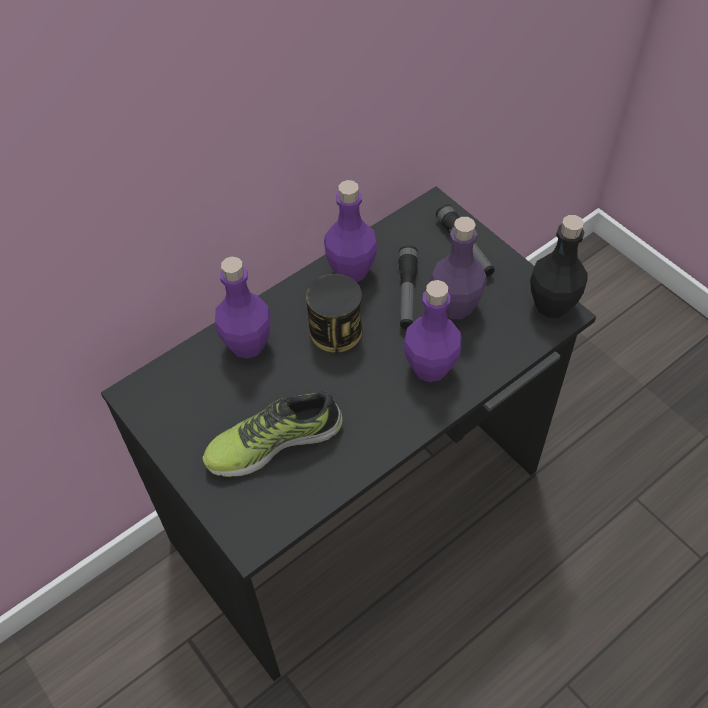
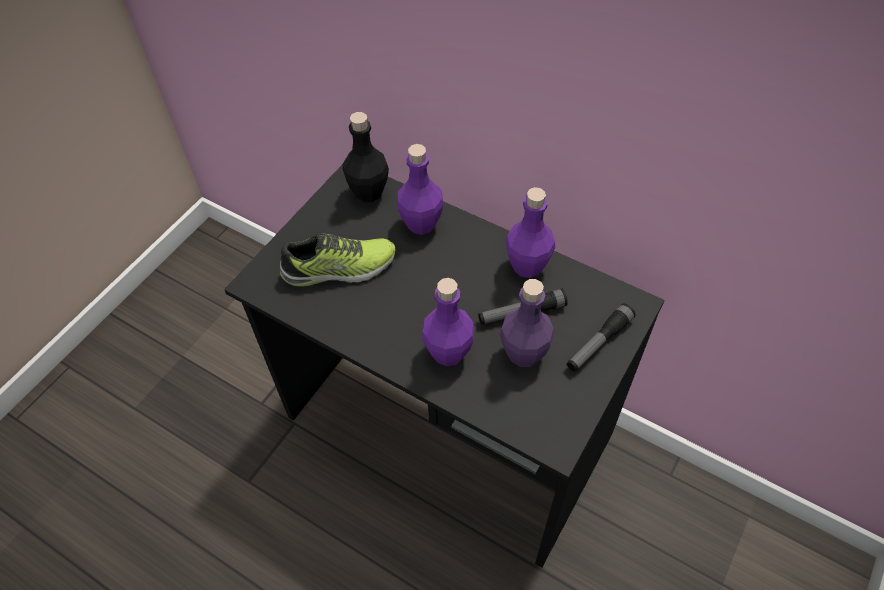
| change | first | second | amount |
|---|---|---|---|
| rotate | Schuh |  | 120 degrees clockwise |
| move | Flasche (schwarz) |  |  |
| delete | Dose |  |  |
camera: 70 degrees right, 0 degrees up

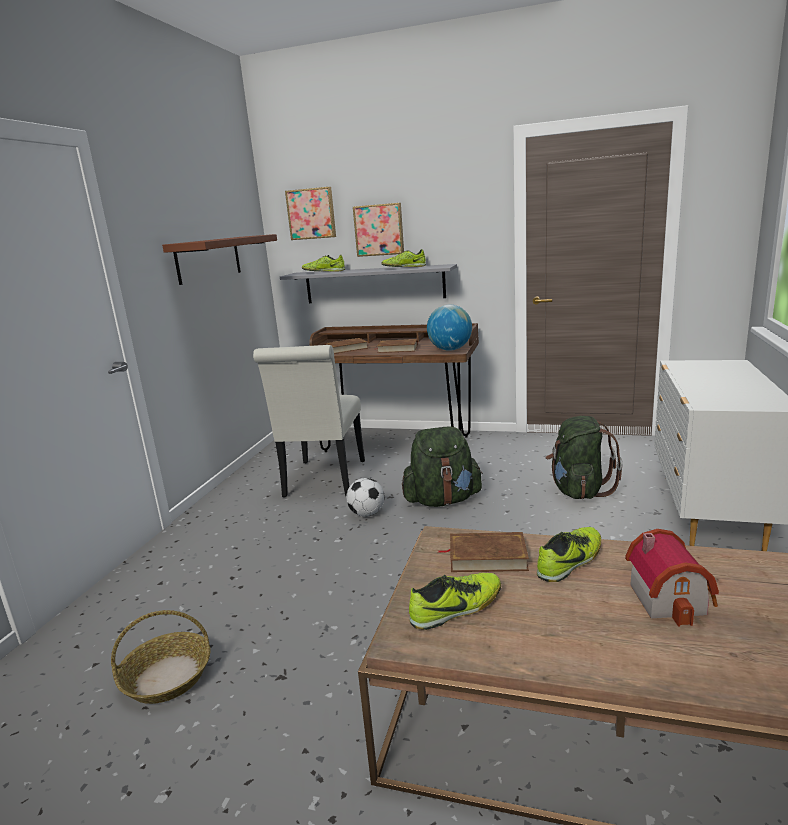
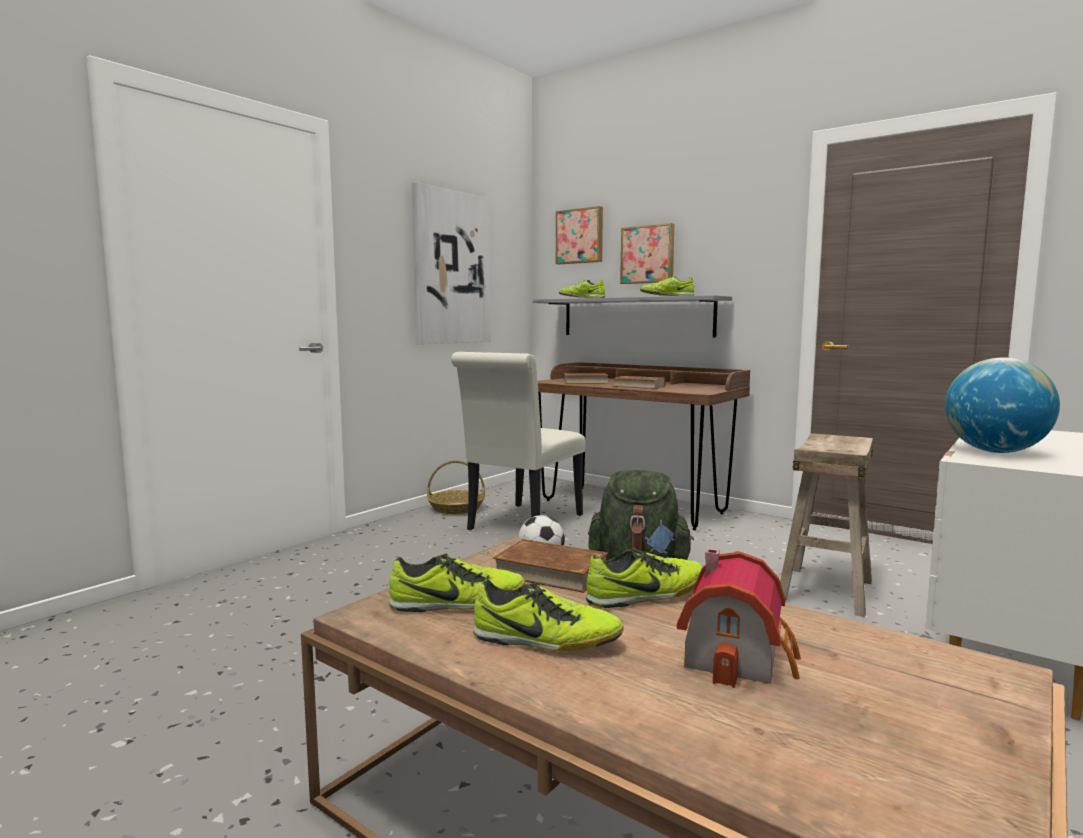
| change | first | second | amount |
|---|---|---|---|
| replace | Wandregal (braun) | Bild (1st from left) |  |
| move | Korb |  |  |
| insert |  | Schuh (2nd from left) |  |
| replace | Rucksack (grün) (2nd from left) | Hocker (beige) |  |
| move | Globus |  |  |
camera: 20 degrees right, 10 degrees down

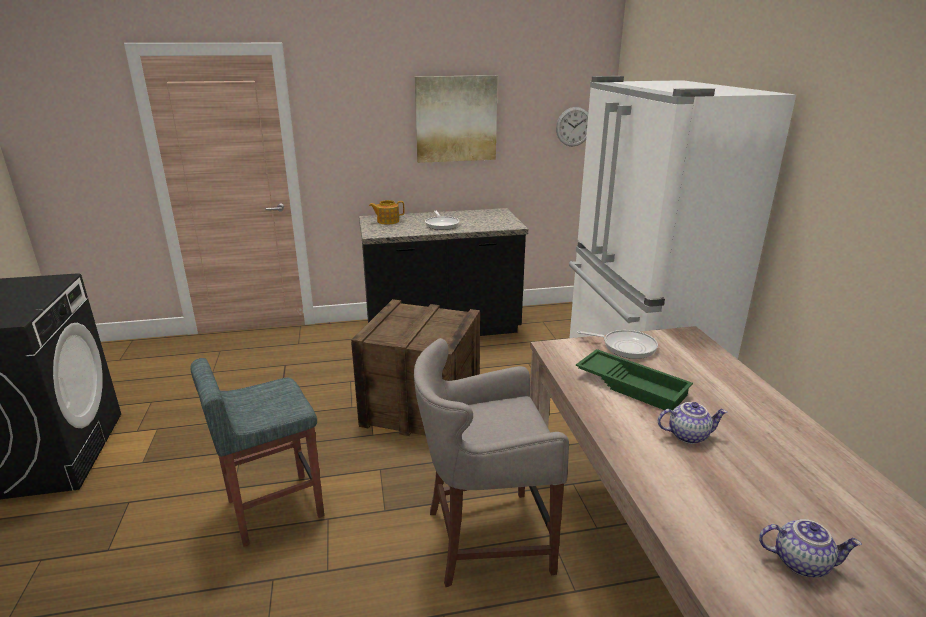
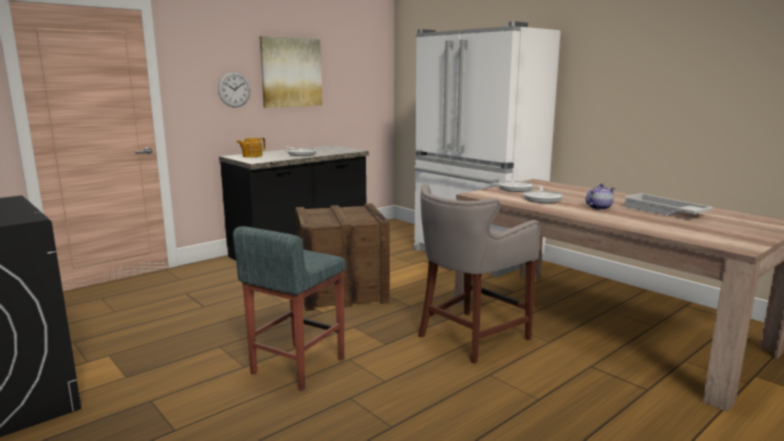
| change | first | second | amount |
|---|---|---|---|
| move | Wanduhr |  |  |
| replace | Tablett (grün) | Pfanne (3rd from left) |  |
| insert |  | Tablett (weiß) |  |
| delete | Teekanne (3rd from left) |  |  |
camera: 30 degrees left, 10 degrees down

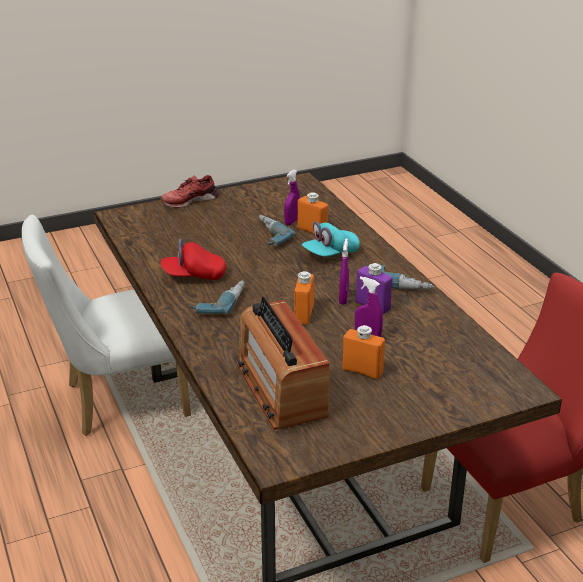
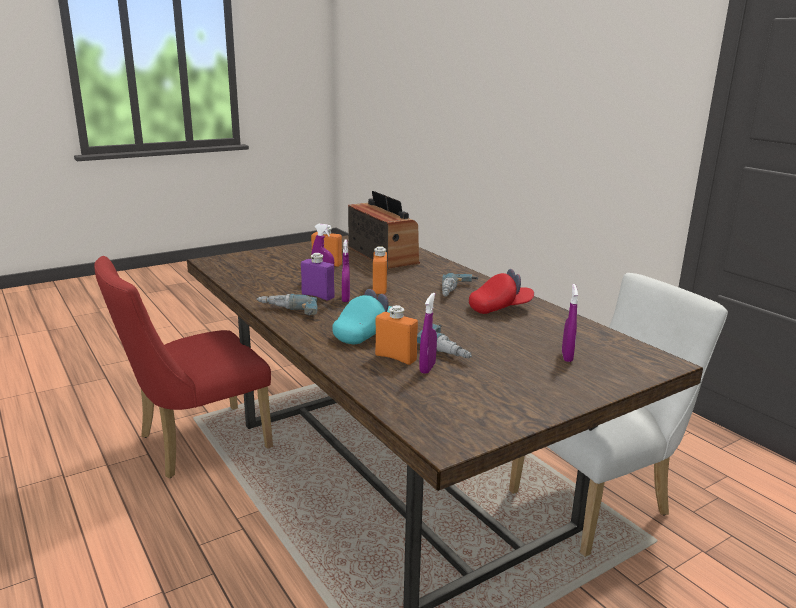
| change | first | second | amount |
|---|---|---|---|
| insert |  | Sprühflasche (lila) (4th from left) |  |
| delete | Schuh (rot) |  |  |
camera: 170 degrees right, 10 degrees down

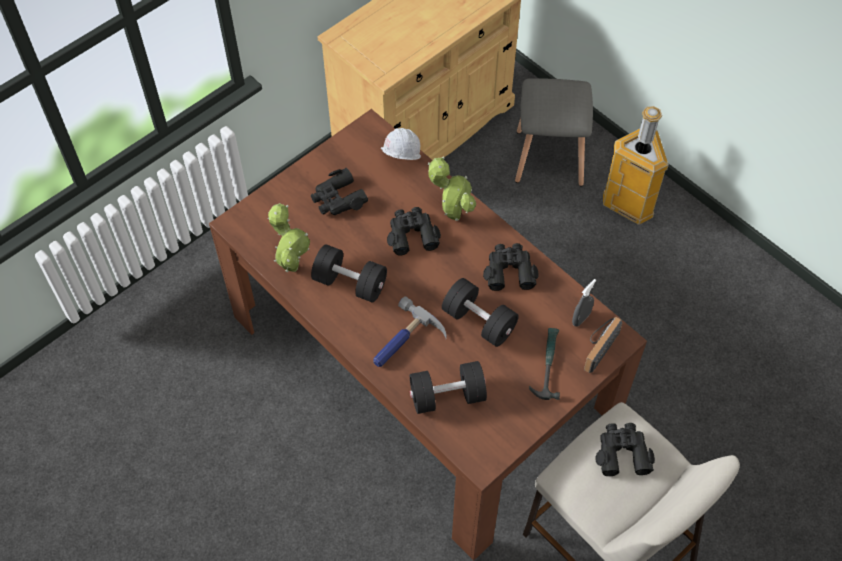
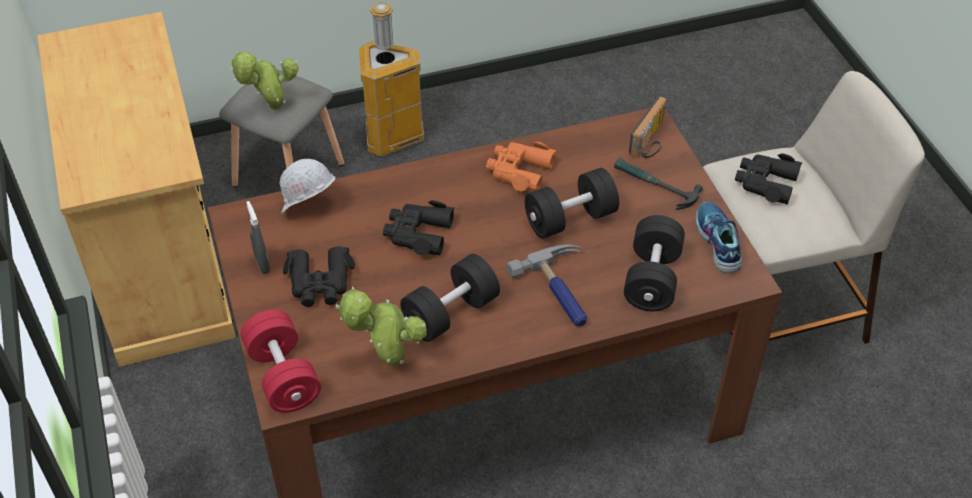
| change | first | second | amount |
|---|---|---|---|
| move | Topfpflanze (2nd from left in the first image) | Topfpflanze (1st from left) |  |
| insert |  | Hantel (rot) |  |
| move | Sprühflasche (grau) |  |  |
| recolor | Fernglas (schwarz) (3rd from left) | Fernglas (orange) |  |
| rotate | Radio |  | 120 degrees counterclockwise |
| insert |  | Schuh |  |
camera: 65 degrees left, 10 degrees down

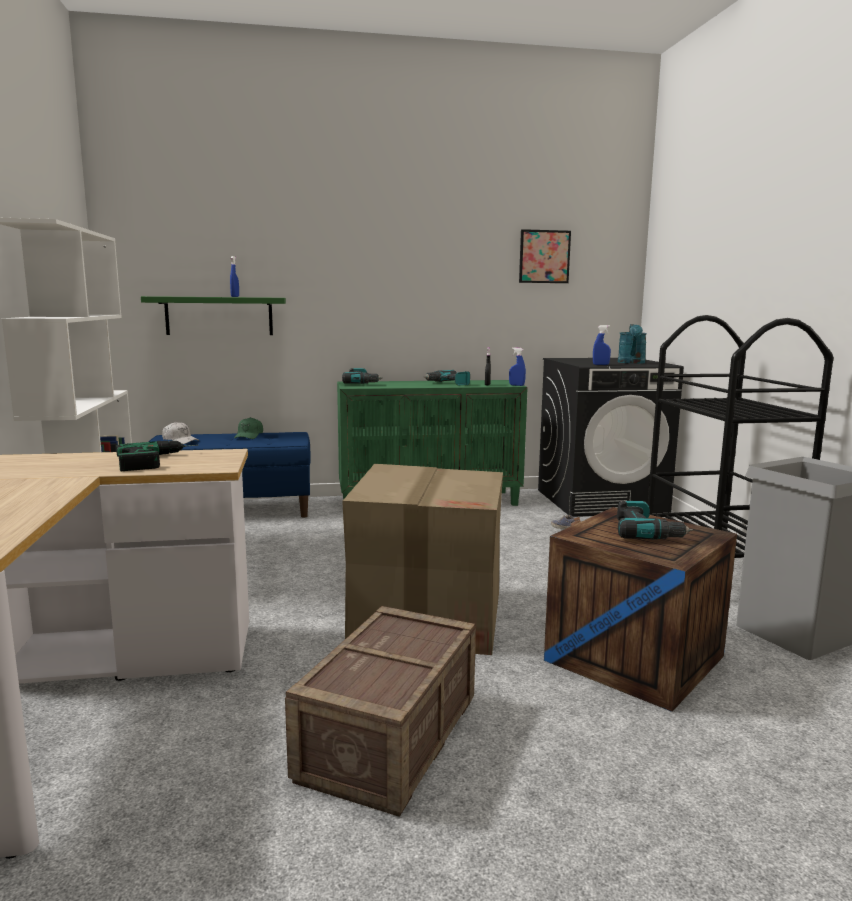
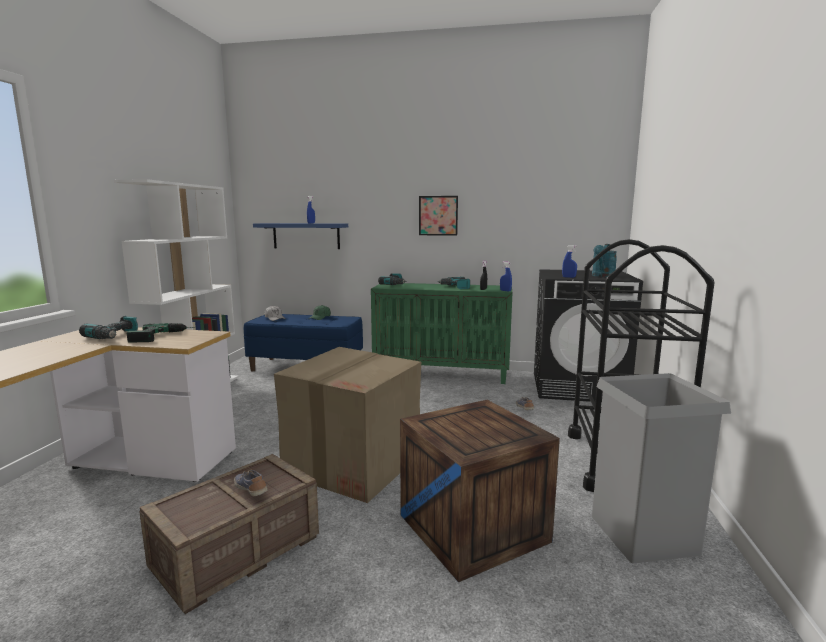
| change | first | second | amount |
|---|---|---|---|
| move | Bohrmaschine (4th from left in the first image) | Bohrmaschine (1st from left) |  |
| insert |  | Schuh (1st from left) |  |
| recolor | Wandregal (grün) | Wandregal (blau) |  |
| move | Bild |  |  |
camera: 20 degrees right, 0 degrees up

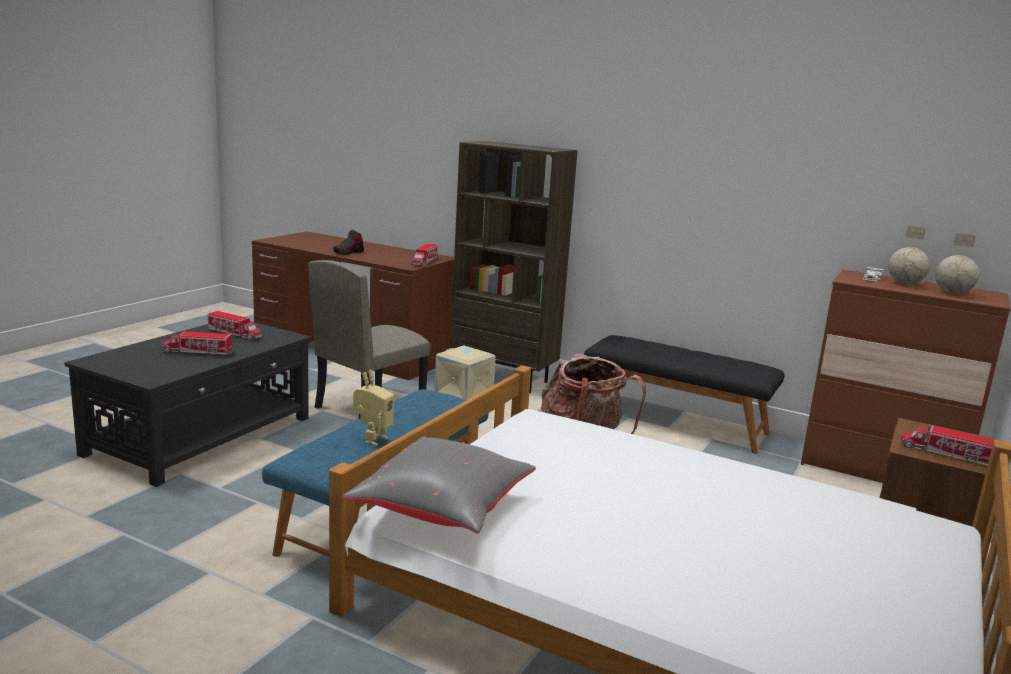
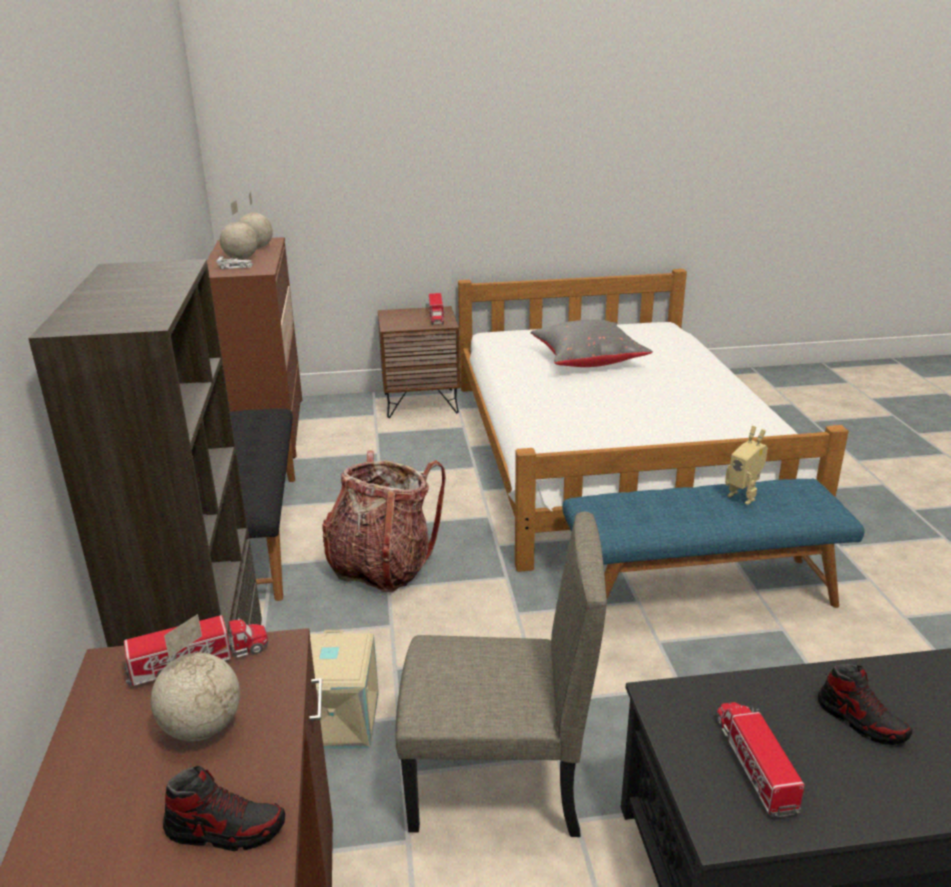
| change | first | second | amount |
|---|---|---|---|
| insert |  | Globus (1st from left) |  |
| move | Kissen (grau) |  |  |
| rotate | Spielzeugroboter |  | 120 degrees counterclockwise |
| replace | Spielzeuglaster (1st from left) | Schuh (2nd from left) |  |
camera: 125 degrees left, 10 degrees up

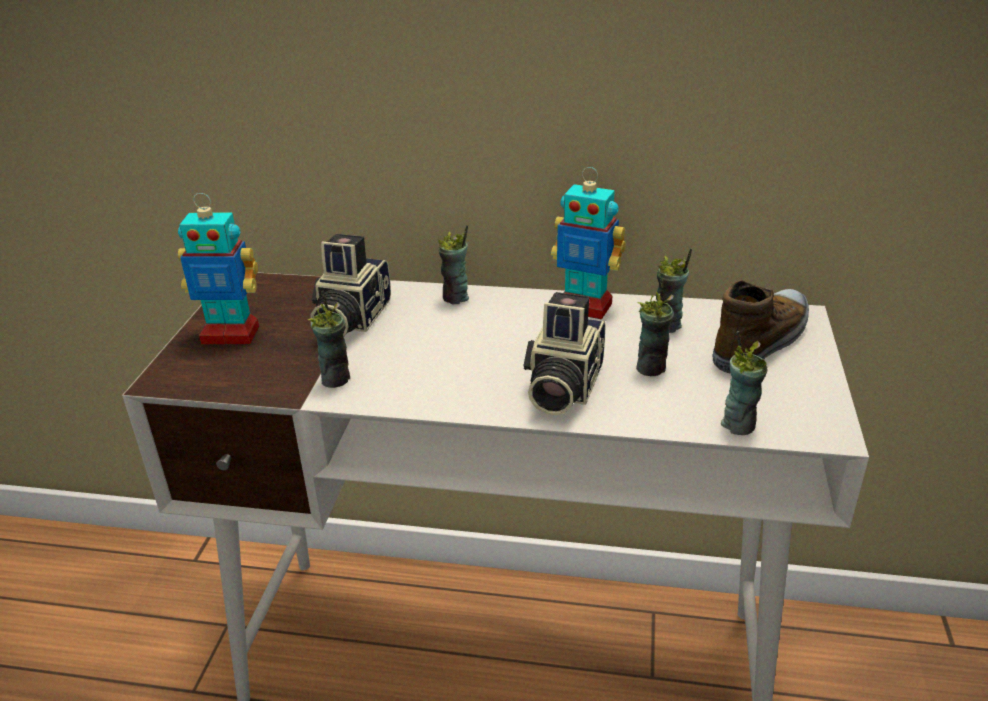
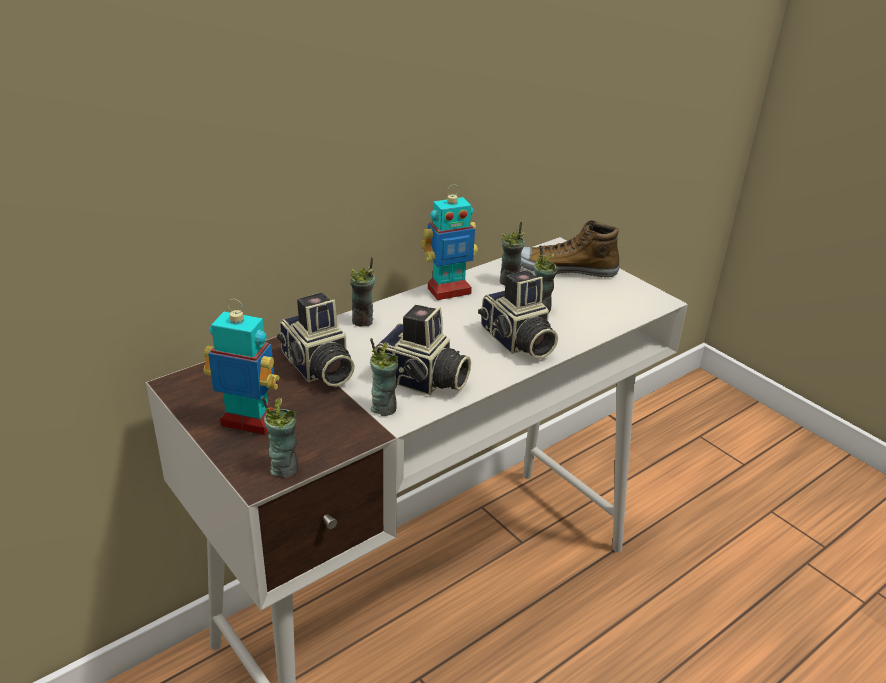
| change | first | second | amount |
|---|---|---|---|
| rotate | Spielzeugroboter (1st from left) |  | 120 degrees counterclockwise |
| move | Tasse (5th from left in the first image) | Tasse (1st from left) |  |
| insert |  | Kamera (2nd from left) |  |
| rotate | Schuh |  | 75 degrees counterclockwise |
camera: 50 degrees left, 0 degrees up

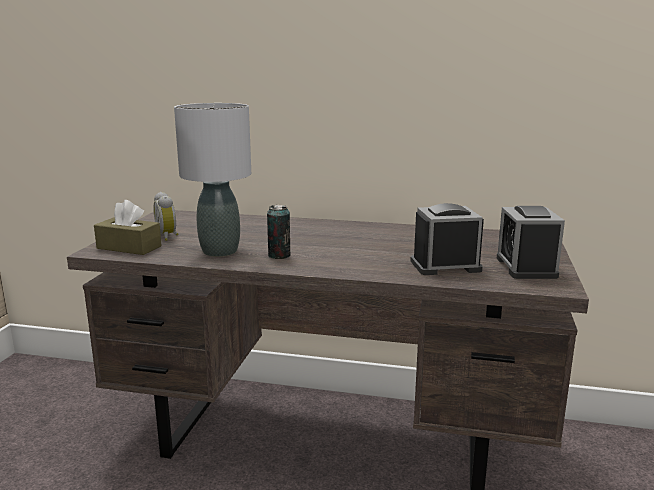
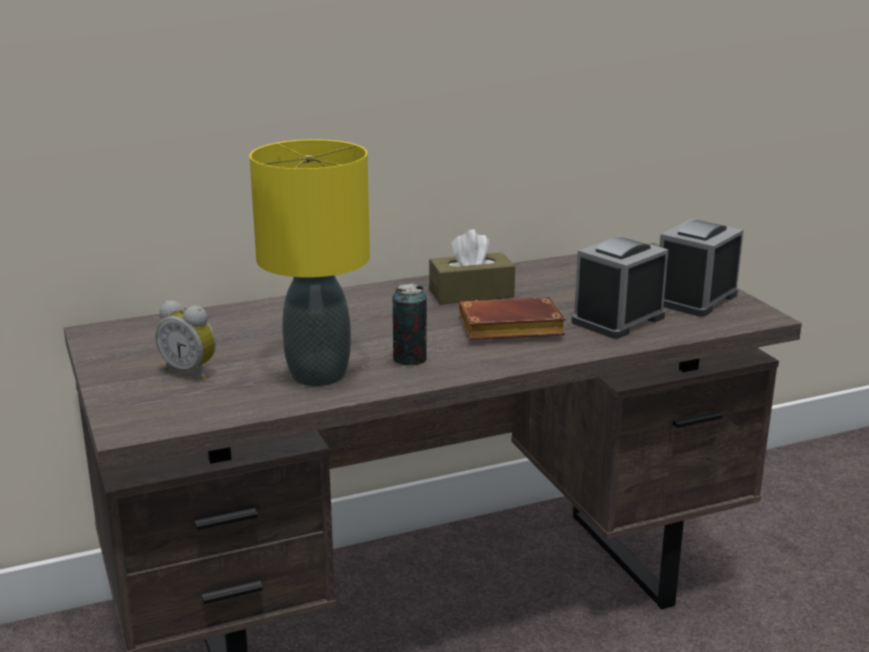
| change | first | second | amount |
|---|---|---|---|
| recolor | Tischlampe (grau) | Tischlampe (gelb) |  |
| move | Taschentuchbox (braun) |  |  |
| insert |  | Buch (braun) |  |
| rotate | Wecker (3rd from left) |  | 75 degrees clockwise |
camera: 35 degrees left, 5 degrees up

